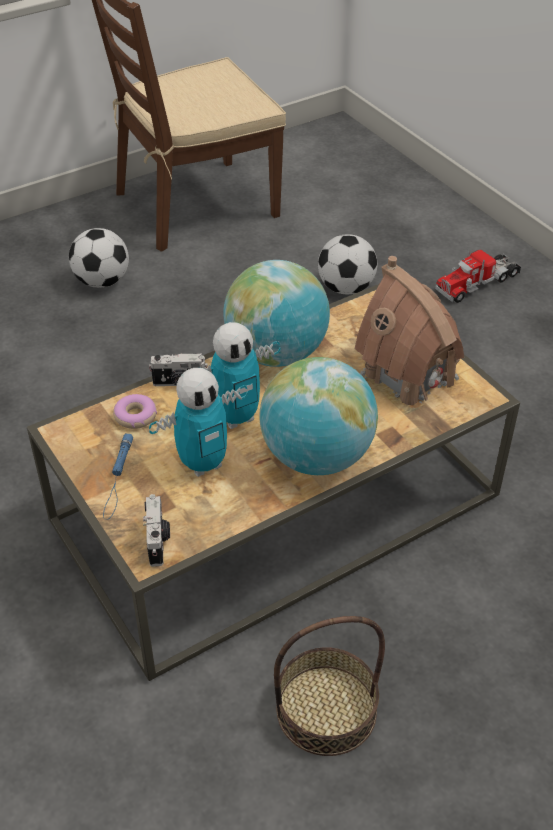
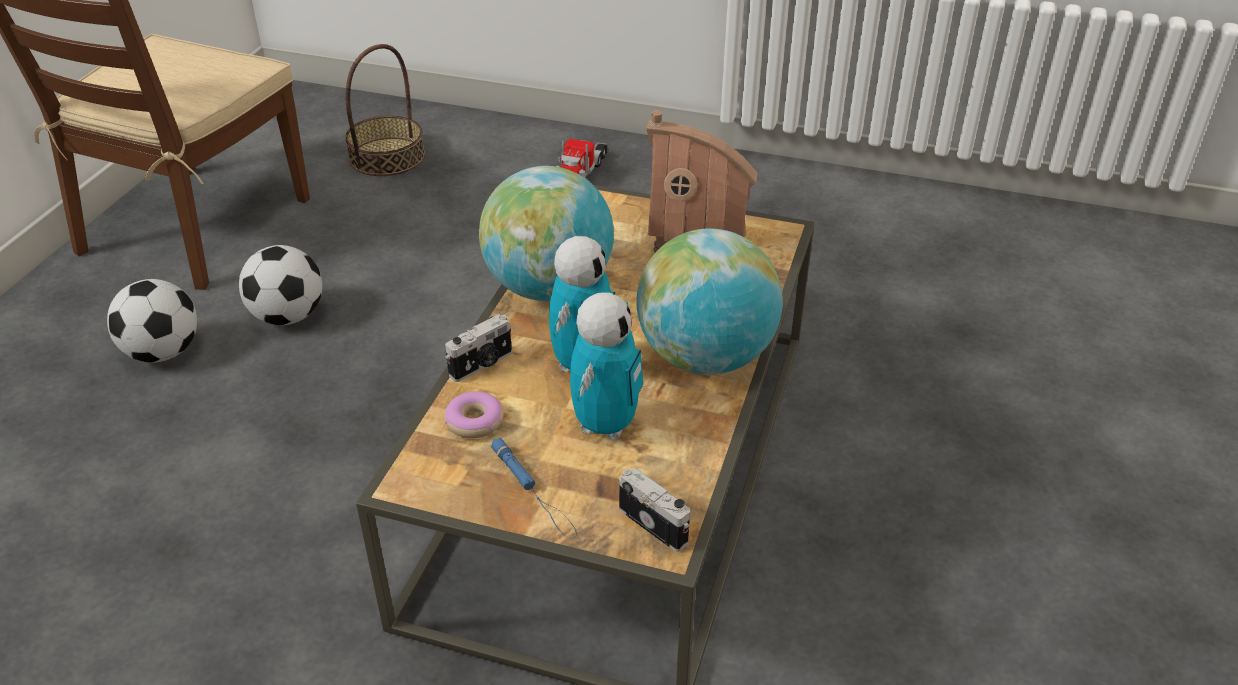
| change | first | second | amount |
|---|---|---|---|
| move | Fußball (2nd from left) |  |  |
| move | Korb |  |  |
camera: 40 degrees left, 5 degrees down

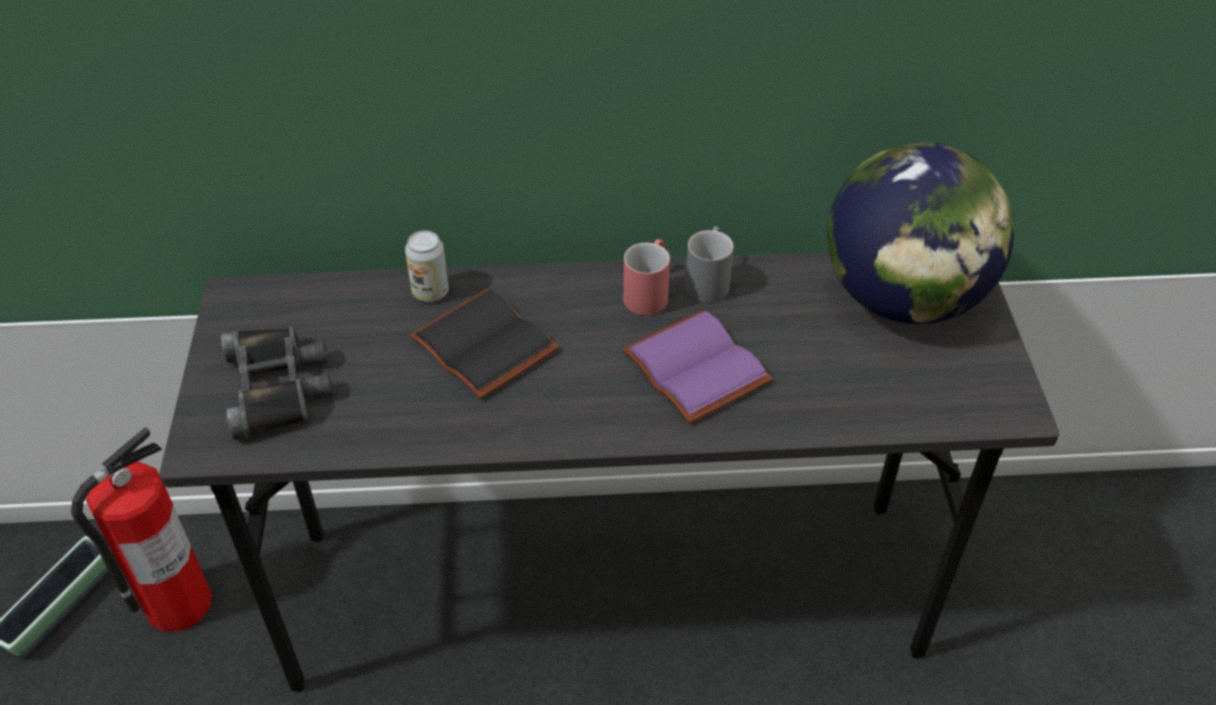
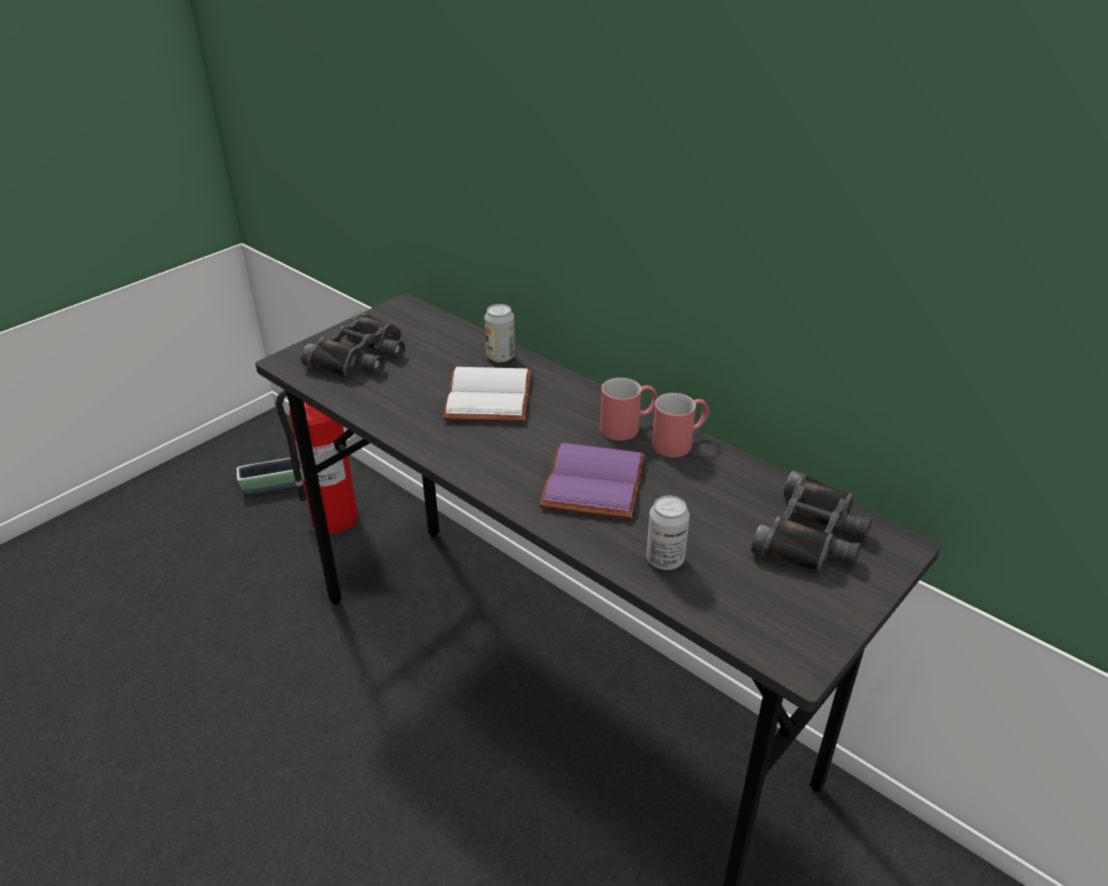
| change | first | second | amount |
|---|---|---|---|
| recolor | Buch (schwarz) | Buch (weiß) |  |
| insert |  | Dose (2nd from left) |  |
| recolor | Henkelbecher (grau) | Henkelbecher (rot) (2nd from left) |  |
| replace | Globus | Fernglas (schwarz) (2nd from left) |  |
camera: 45 degrees right, 10 degrees down

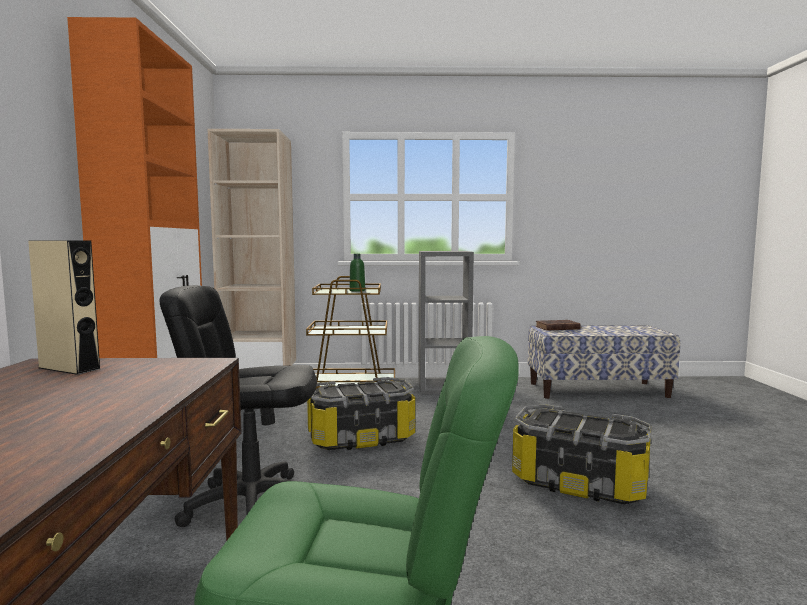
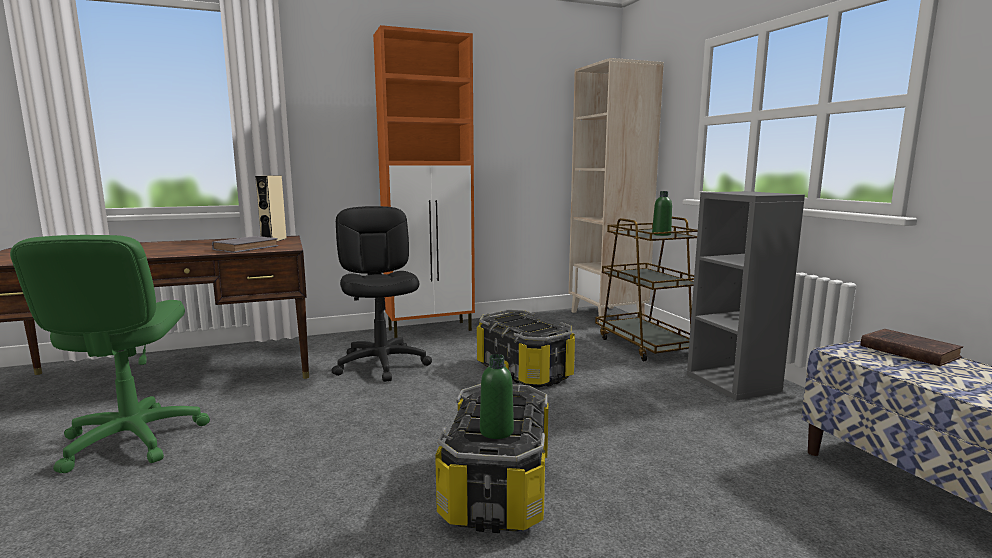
| change | first | second | amount |
|---|---|---|---|
| insert |  | Buch (grau) |  |
| insert |  | Flasche (grün) (1st from left) |  |
camera: 70 degrees right, 5 degrees up

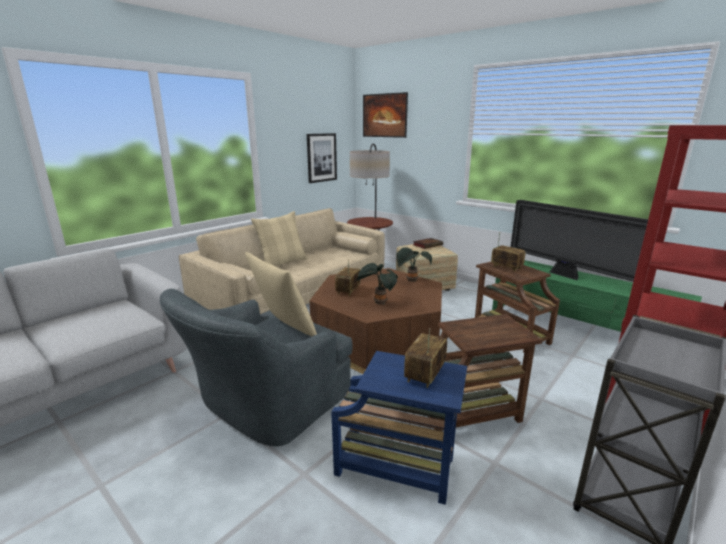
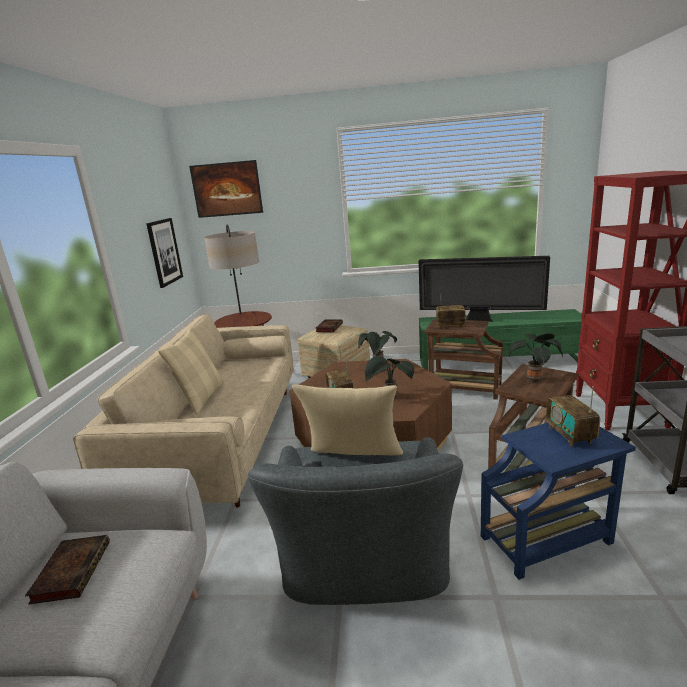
| change | first | second | amount |
|---|---|---|---|
| insert |  | Buch (1st from left) |  |
| insert |  | Topfpflanze (3rd from left) |  |
camera: 35 degrees left, 0 degrees up

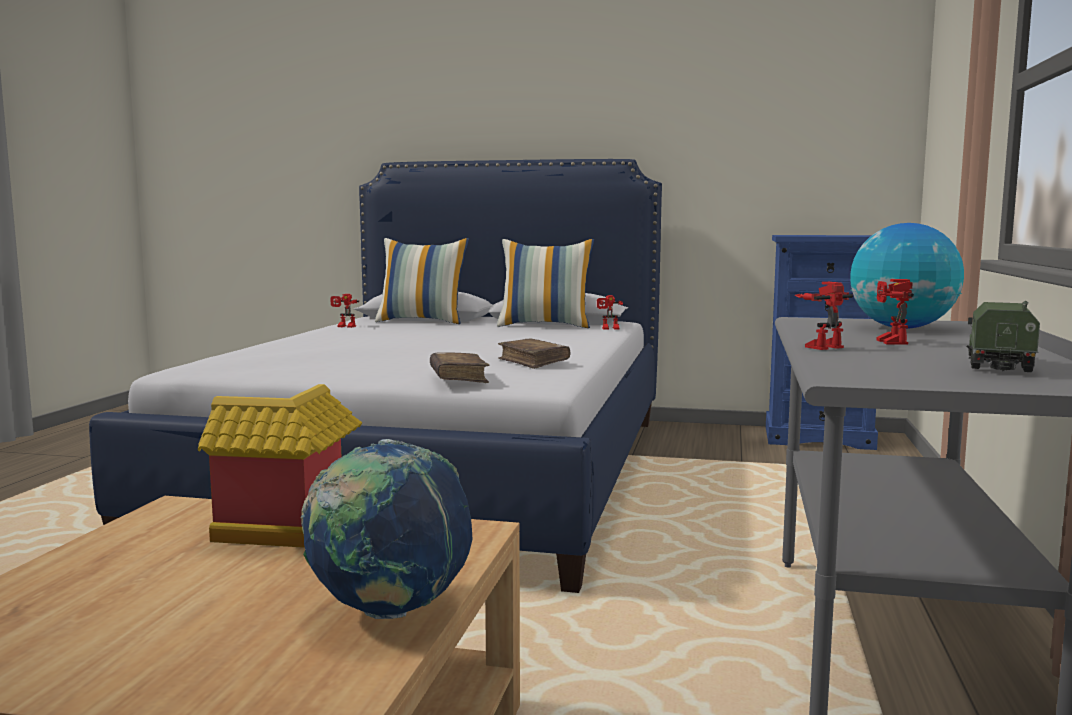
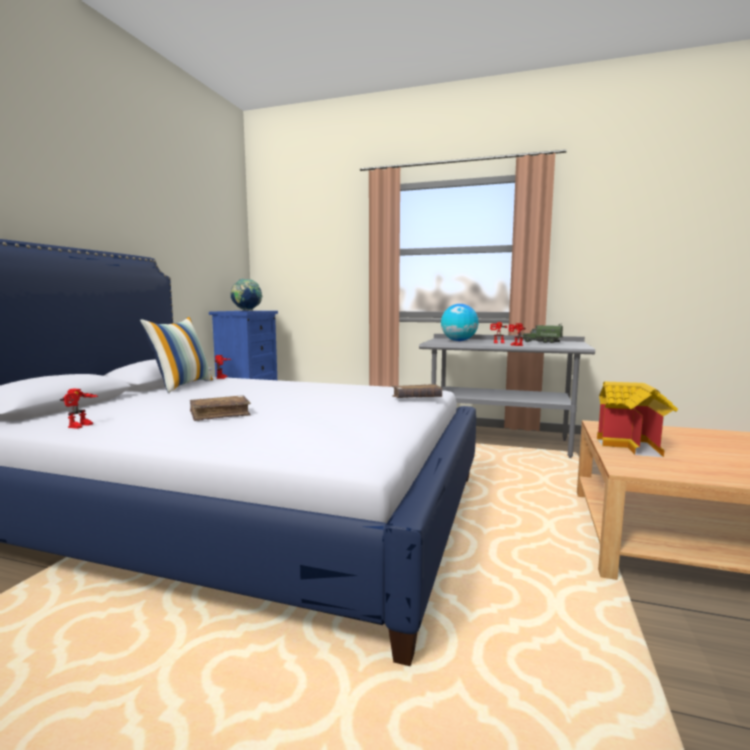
| change | first | second | amount |
|---|---|---|---|
| move | Buch (braun) (2nd from left in the first image) | Buch (braun) (1st from left) |  |
| move | Globus (1st from left) |  |  |
| delete | Kissen (1st from left) |  |  |
camera: 85 degrees left, 0 degrees up

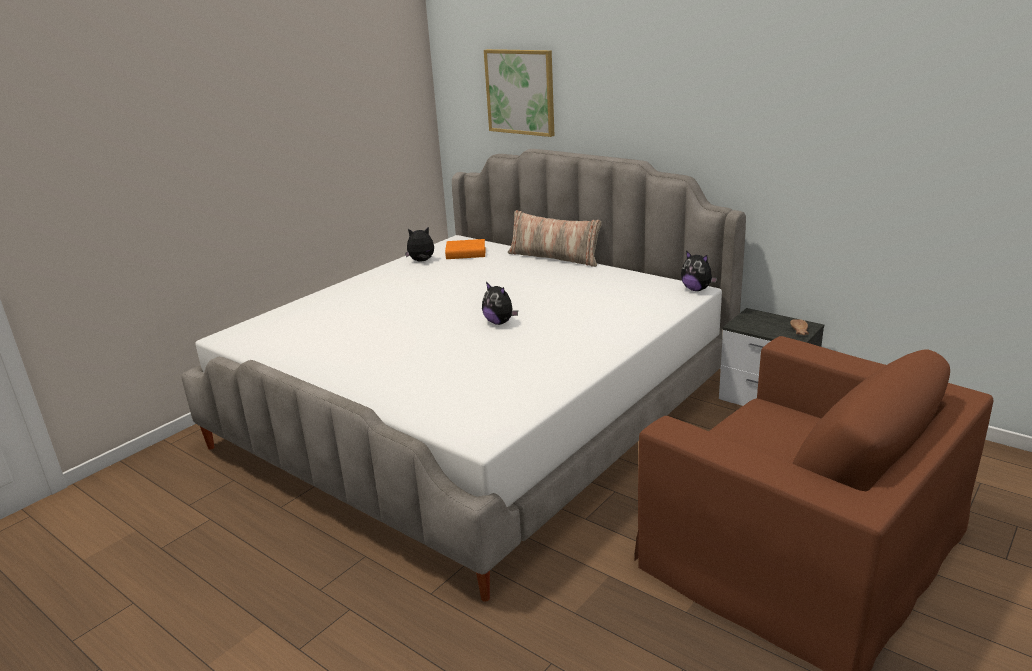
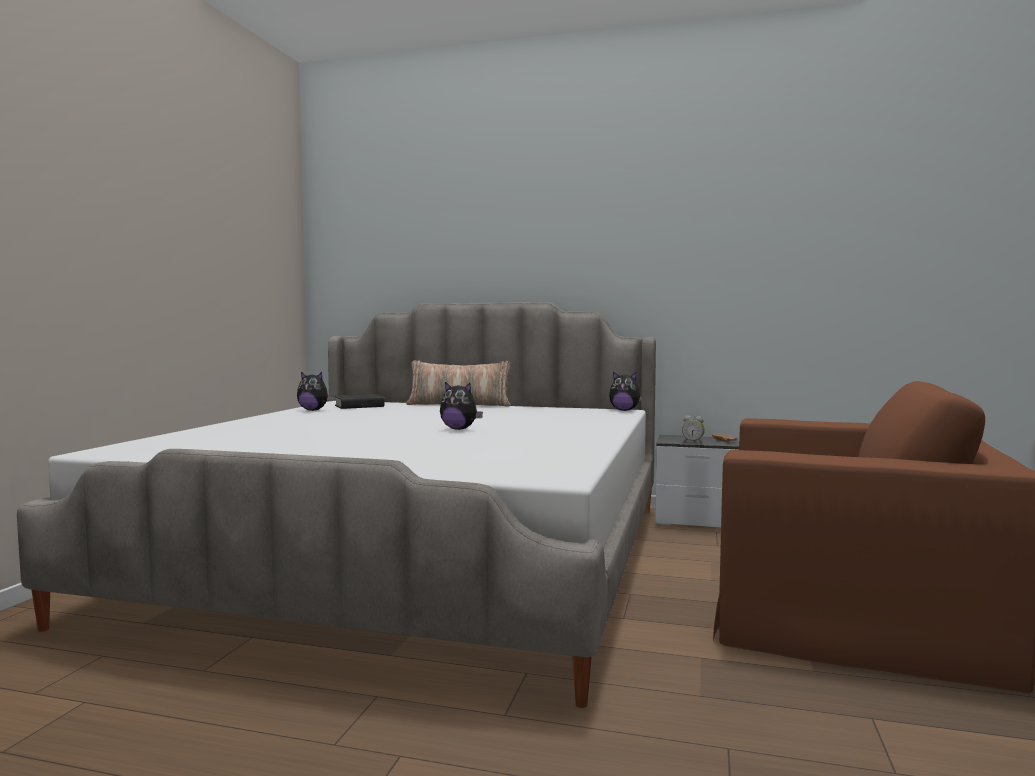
| change | first | second | amount |
|---|---|---|---|
| rotate | Plüschtier (1st from left) |  | 135 degrees counterclockwise |
| recolor | Buch (orange) | Buch (schwarz) |  |
| insert |  | Wecker |  |
| delete | Bild |  |  |
camera: 25 degrees left, 20 degrees down

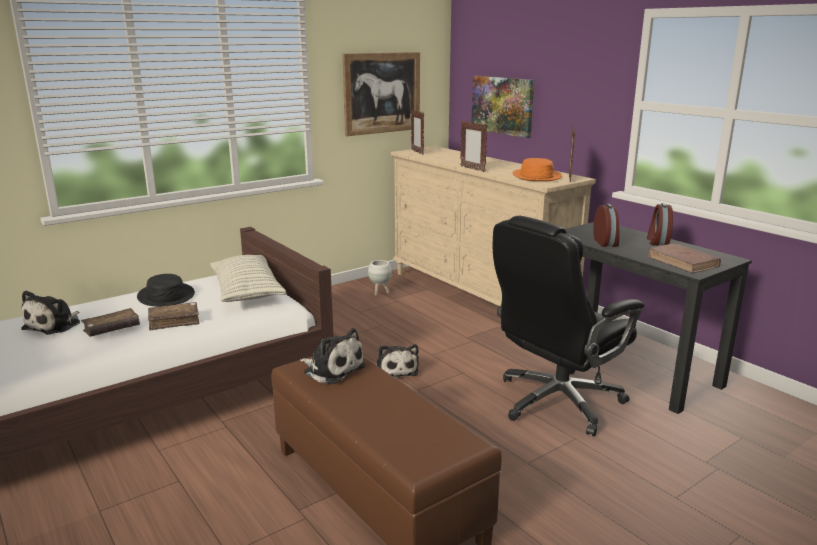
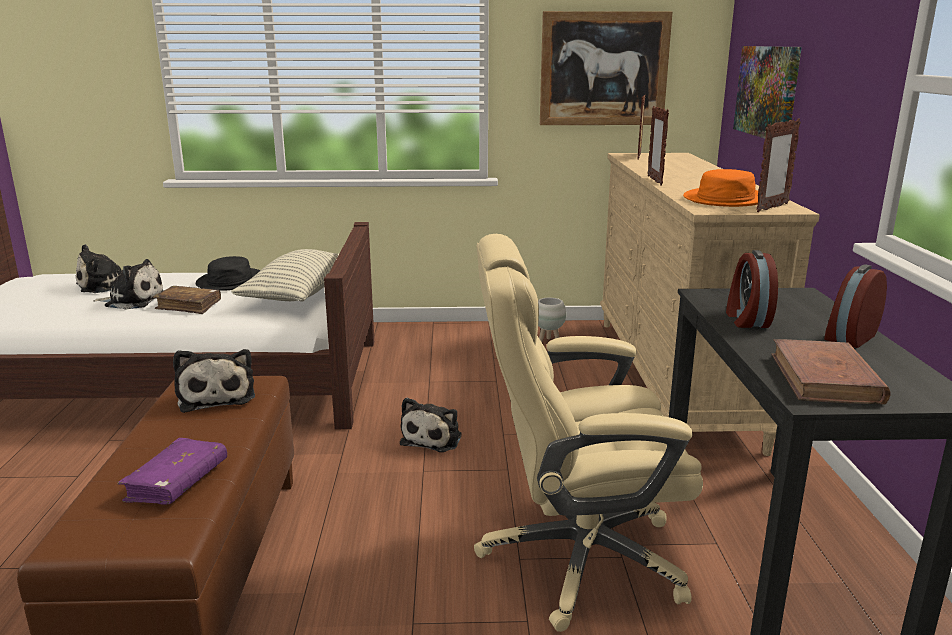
| change | first | second | amount |
|---|---|---|---|
| replace | Buch (braun) (1st from left) | Plüschtier (2nd from left) |  |
| insert |  | Buch (lila) |  |
| recolor | Bürostuhl (schwarz) | Bürostuhl (beige) |  |
| rotate | Wecker (1st from left) |  | 150 degrees clockwise |
camera: 35 degrees right, 0 degrees up

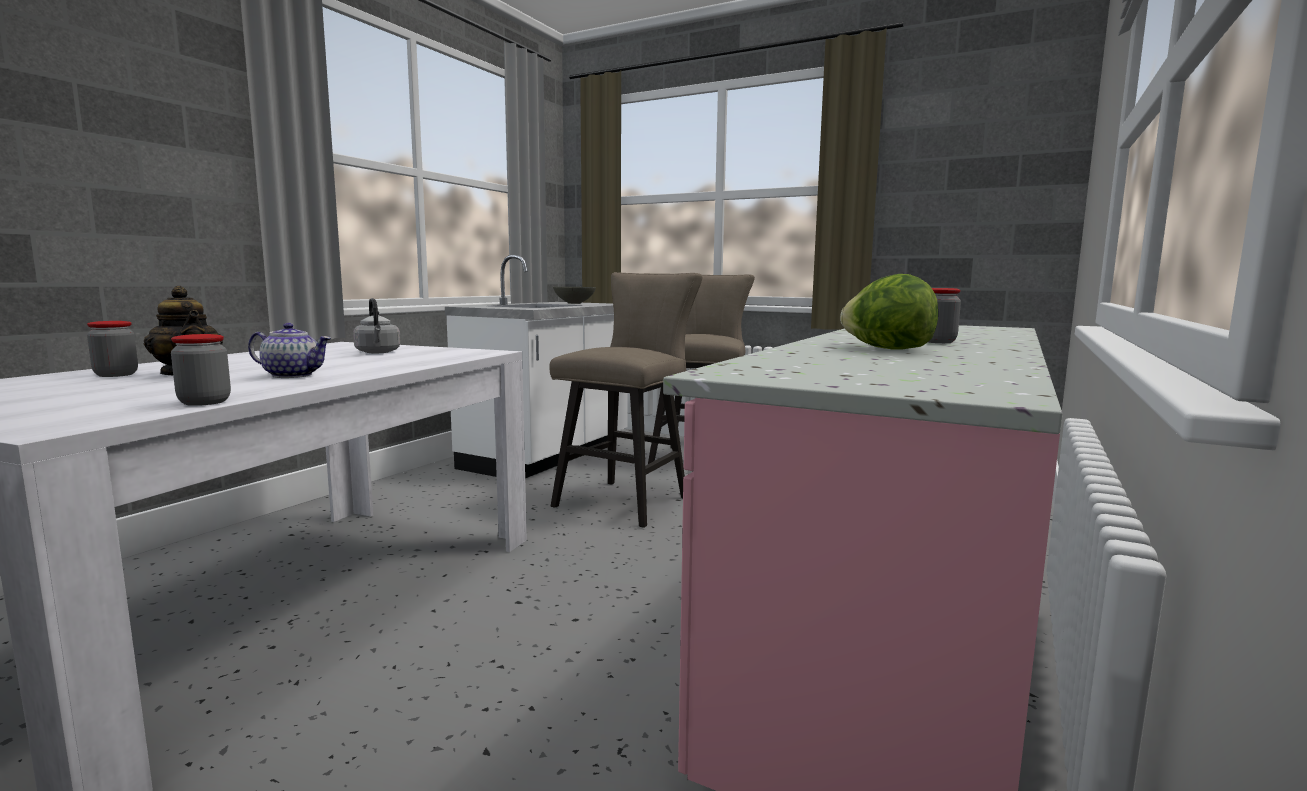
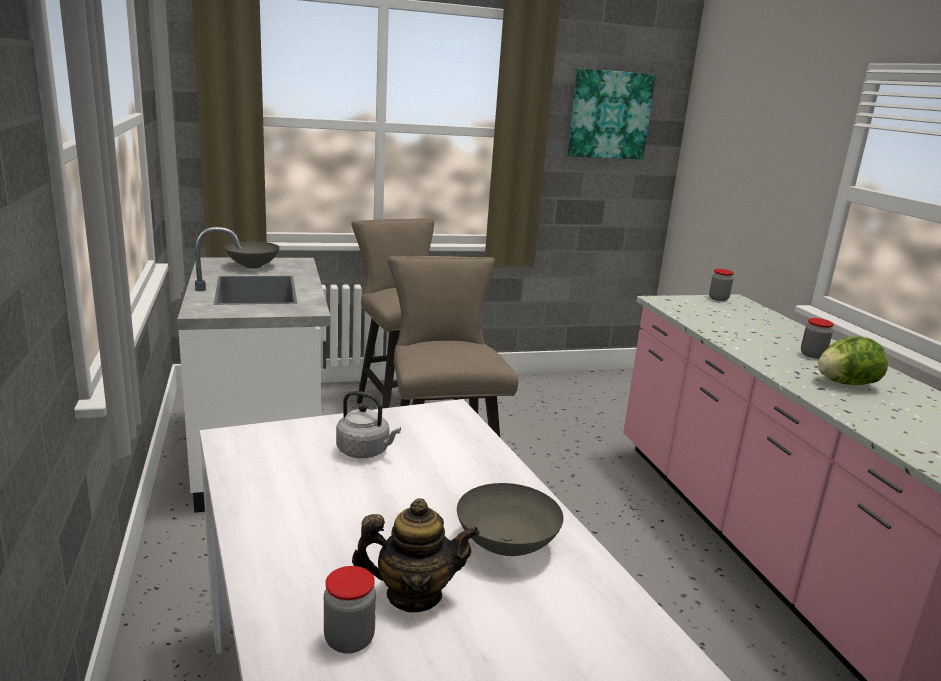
| change | first | second | amount |
|---|---|---|---|
| replace | Teekanne (2nd from left) | Schüssel (grau) (2nd from left) |  |
| insert |  | Bild |  |
| move | Vorratsglas (2nd from left) |  |  |
camera: 45 degrees left, 10 degrees up

